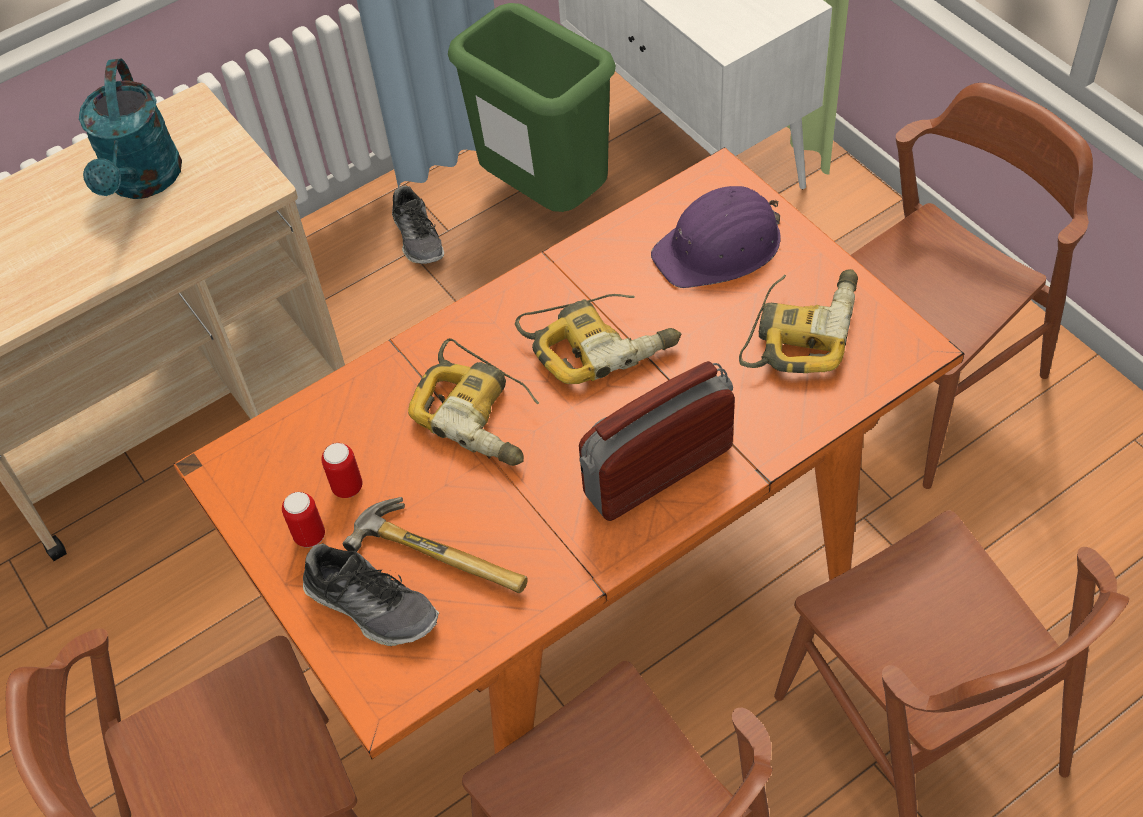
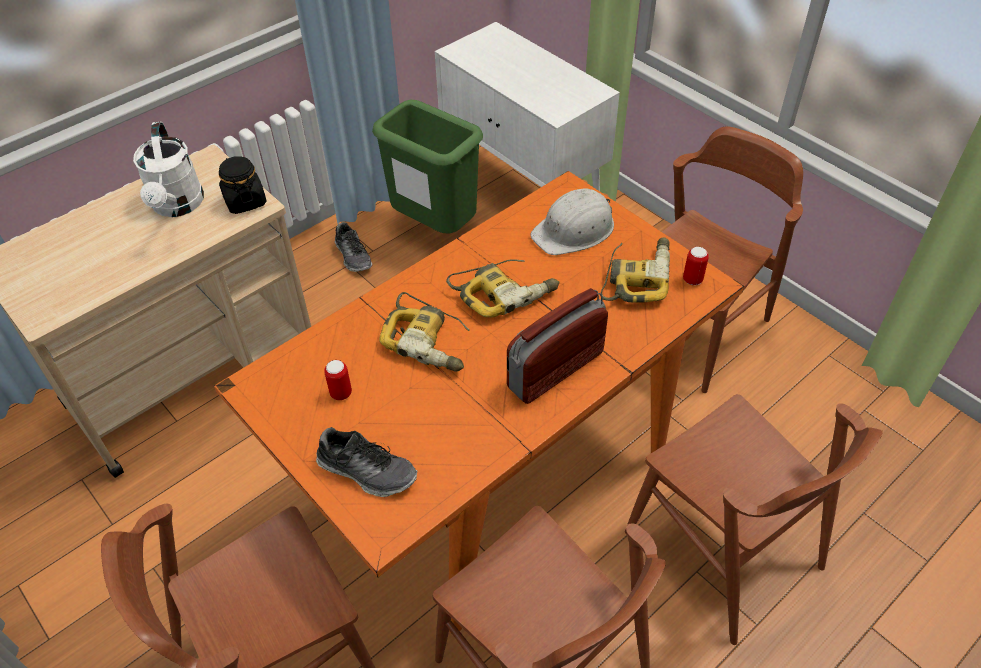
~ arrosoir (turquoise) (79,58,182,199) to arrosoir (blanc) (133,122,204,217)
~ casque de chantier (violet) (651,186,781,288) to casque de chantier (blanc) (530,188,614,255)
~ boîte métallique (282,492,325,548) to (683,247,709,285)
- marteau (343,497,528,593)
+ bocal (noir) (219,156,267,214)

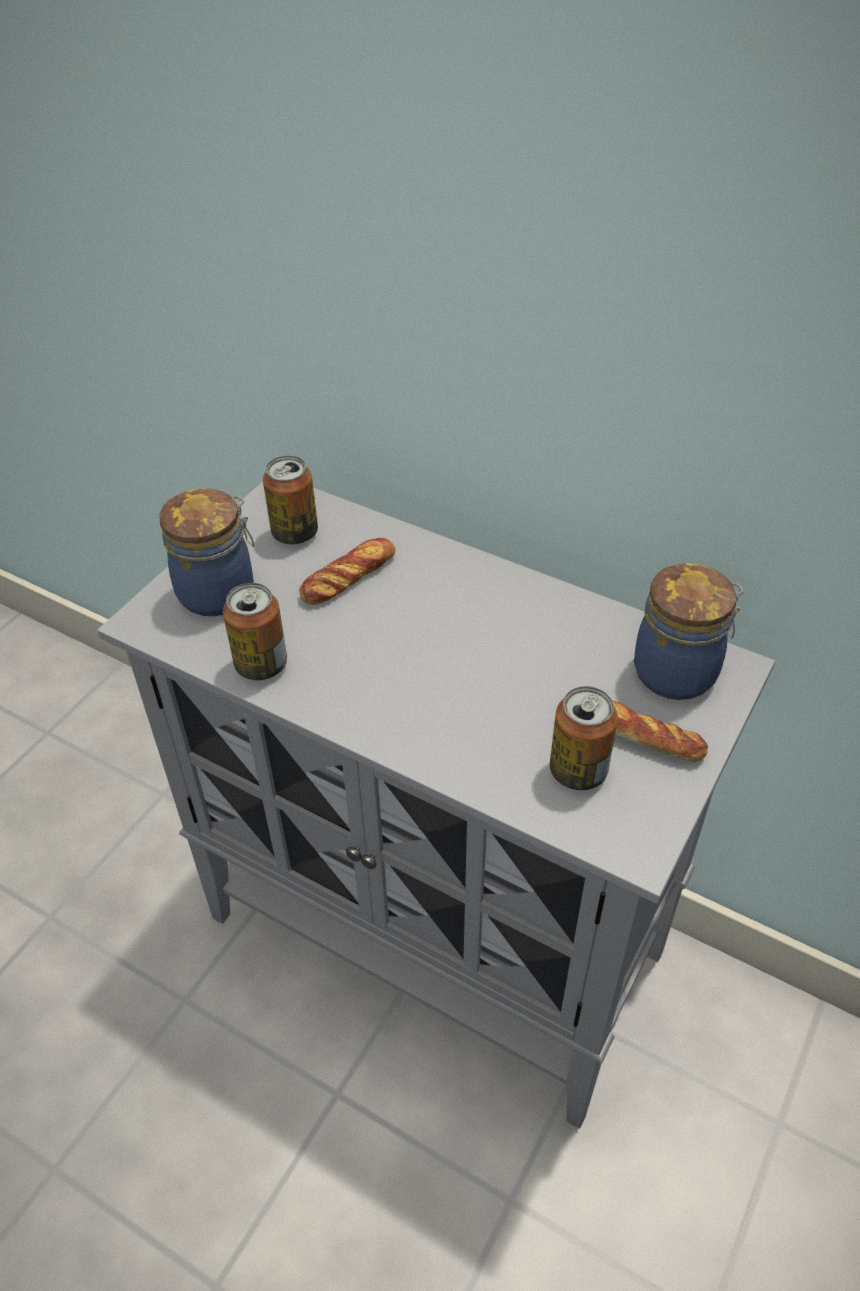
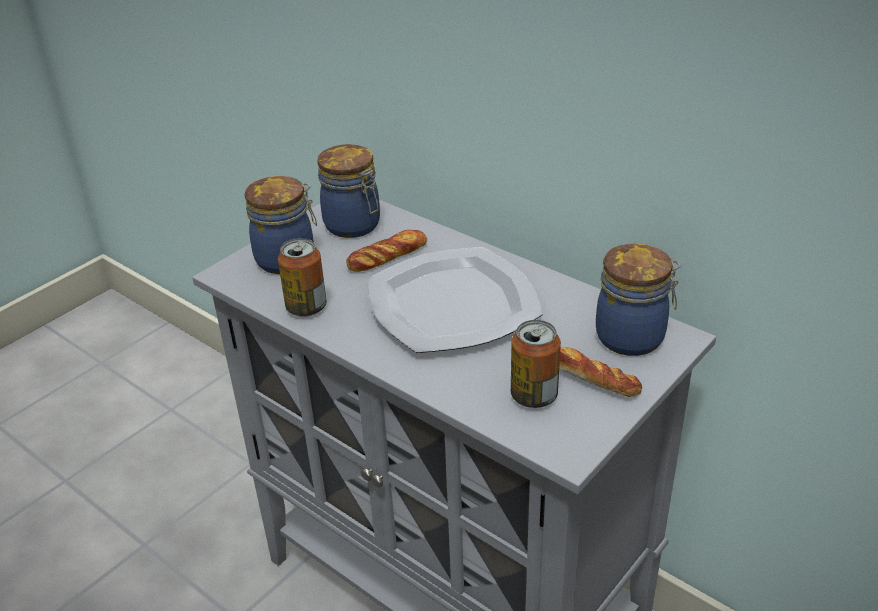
~ boîte métallique (263,455,318,545) to bocal (317,144,380,238)
+ assiette (367,247,543,353)

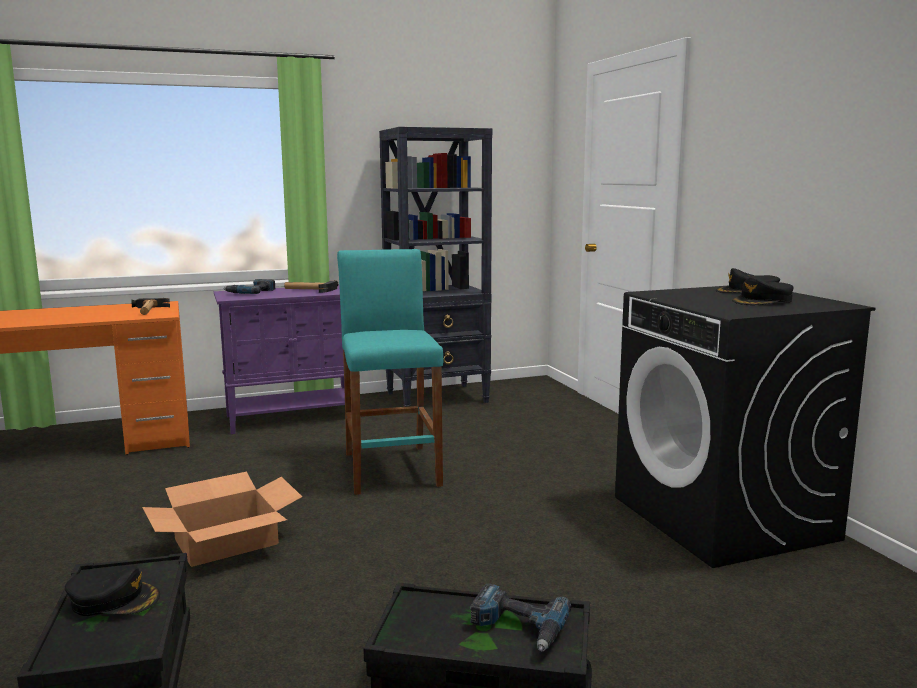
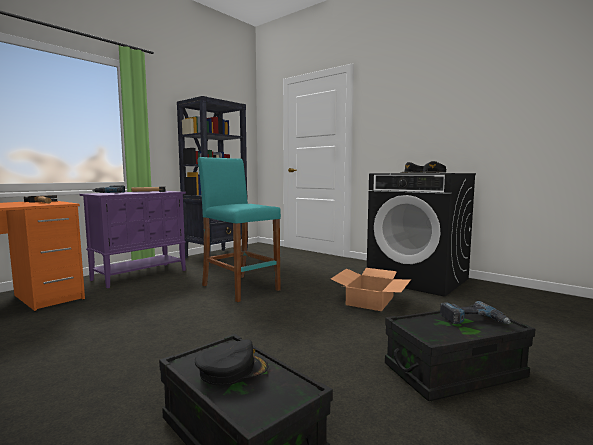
~ carton (142,472,302,567) to (331,268,411,311)

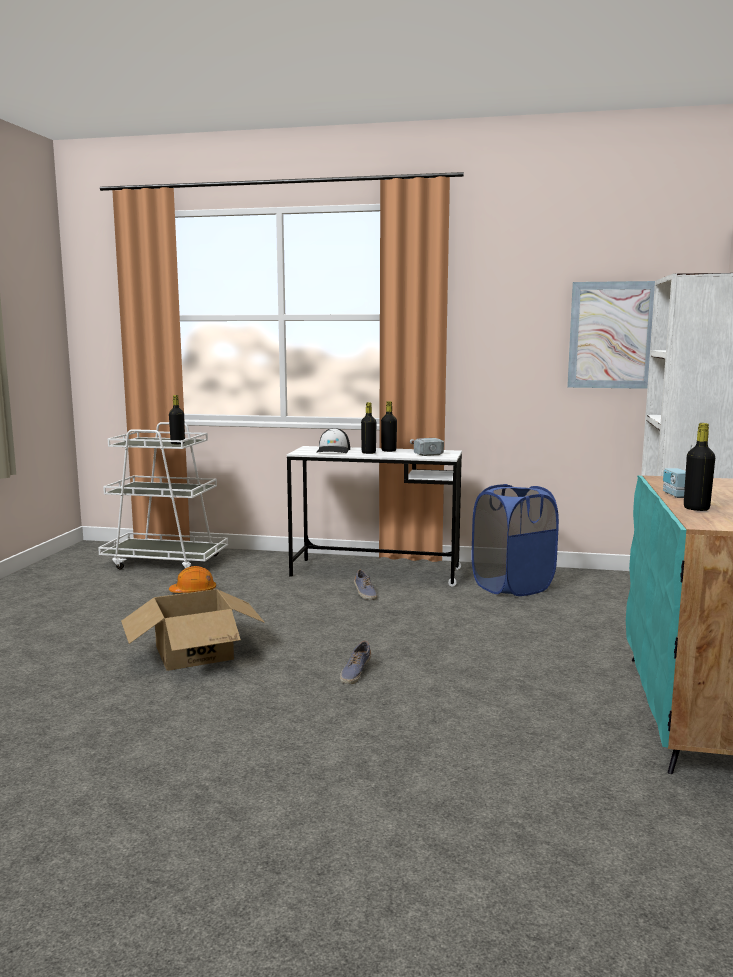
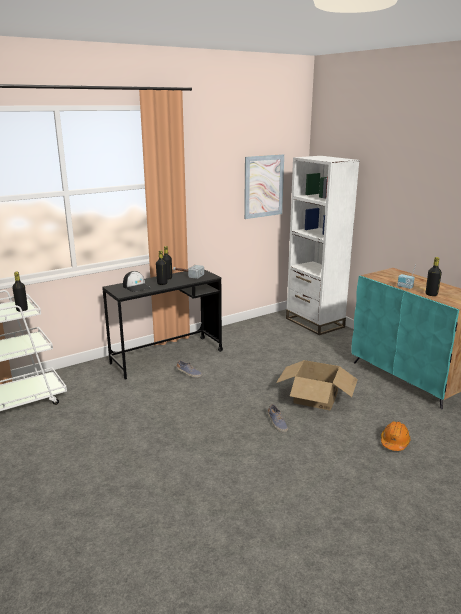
~ bureau (blanc) (287,446,462,587) to bureau (noir) (102,269,223,380)
- panier à linge (bleu) (472,484,559,596)
~ casque de chantier (orange) (169,566,216,593) to (381,421,411,451)
~ carton (121,589,265,671) to (276,360,358,410)

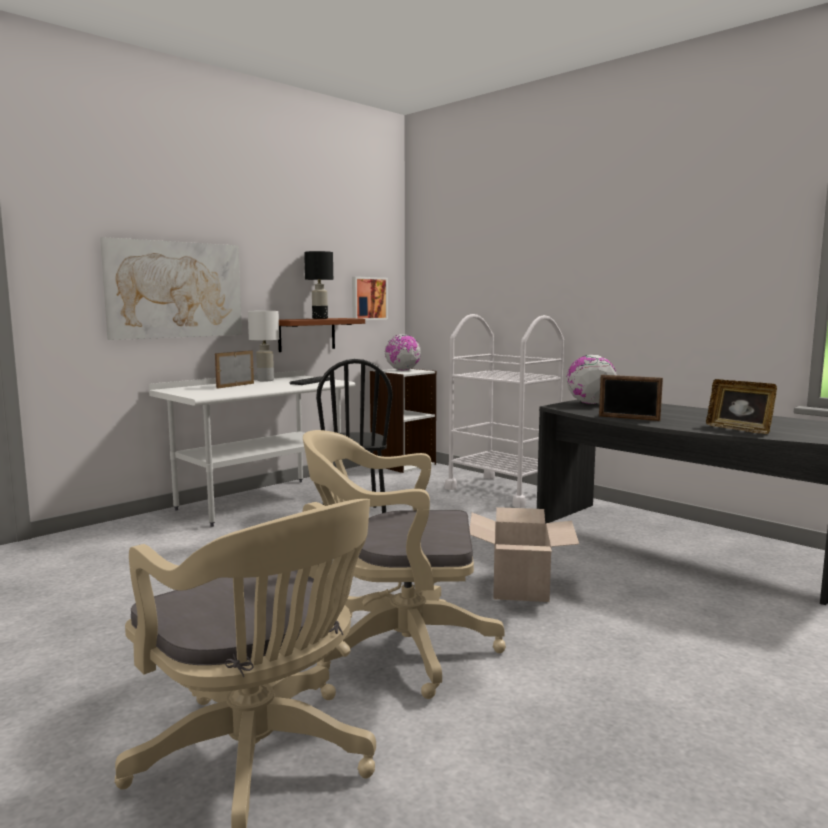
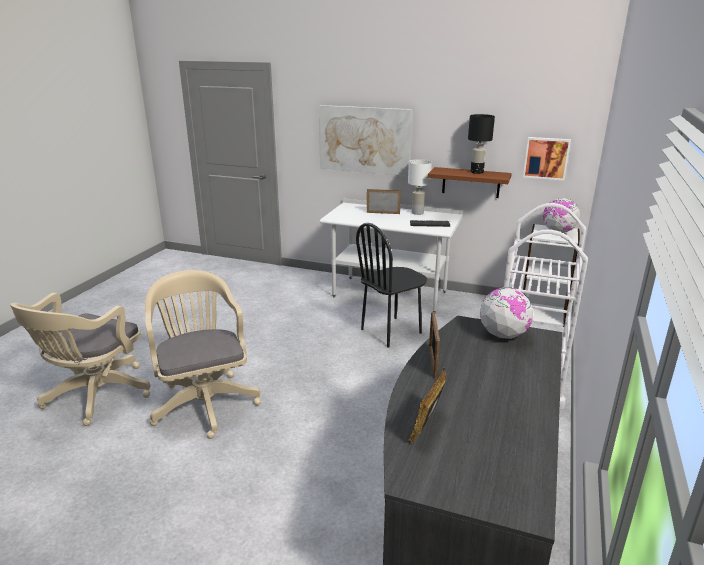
- carton (470,507,579,602)

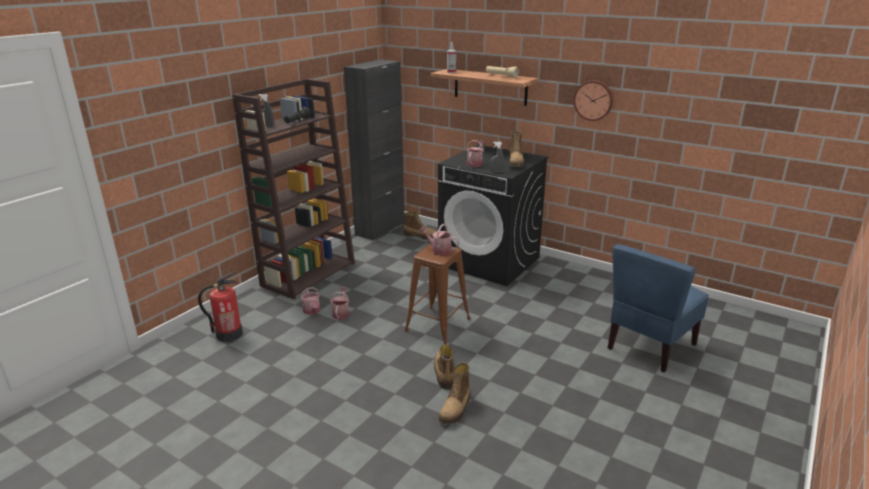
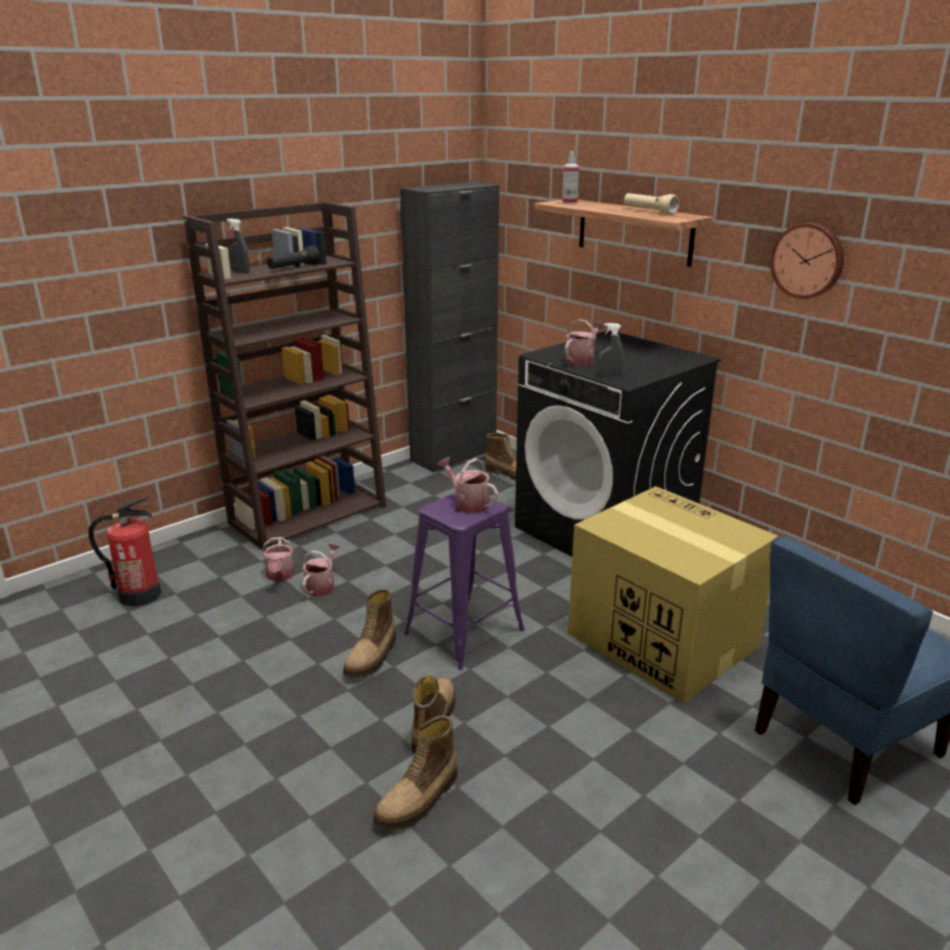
~ botte (509,131,524,167) to (343,588,397,678)
~ tabouret (marron) (404,243,470,344) to tabouret (violet) (404,492,525,670)
+ carton (568,486,778,704)

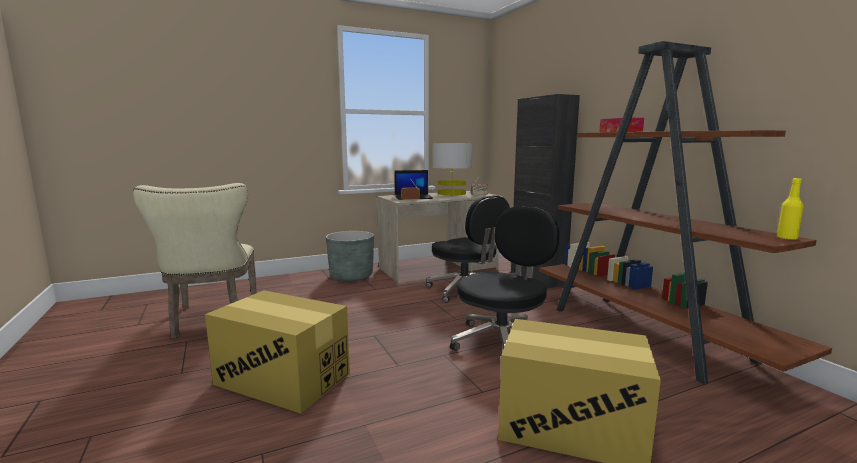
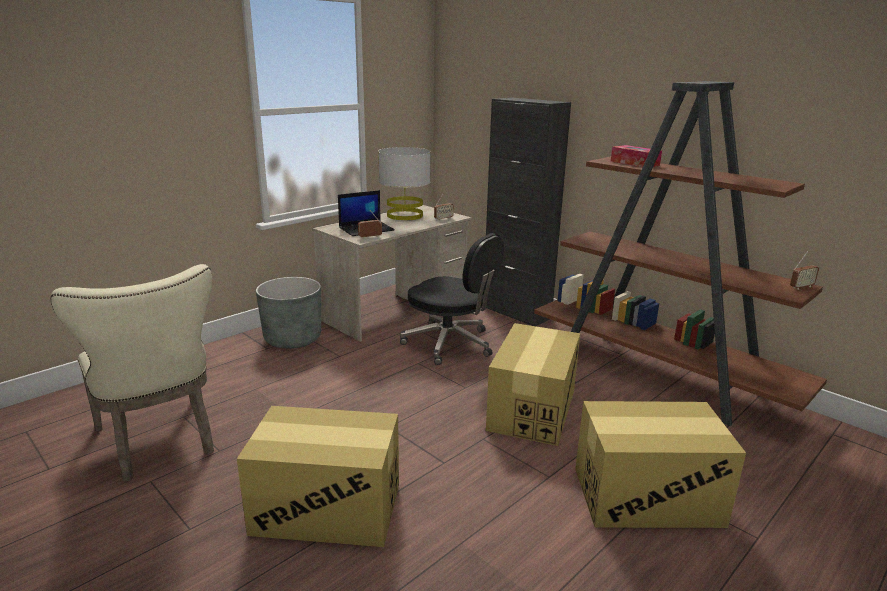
~ bouteille (jaune) (777,178,804,240) to radio (790,251,819,290)
~ chaise de bureau (noir) (450,206,559,351) to carton (486,323,580,446)

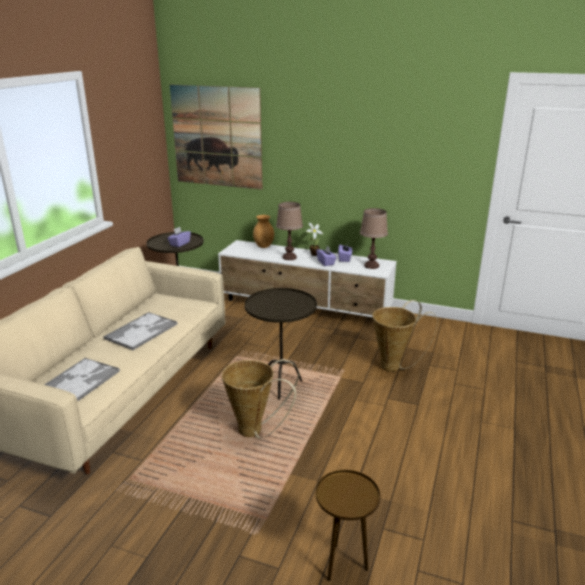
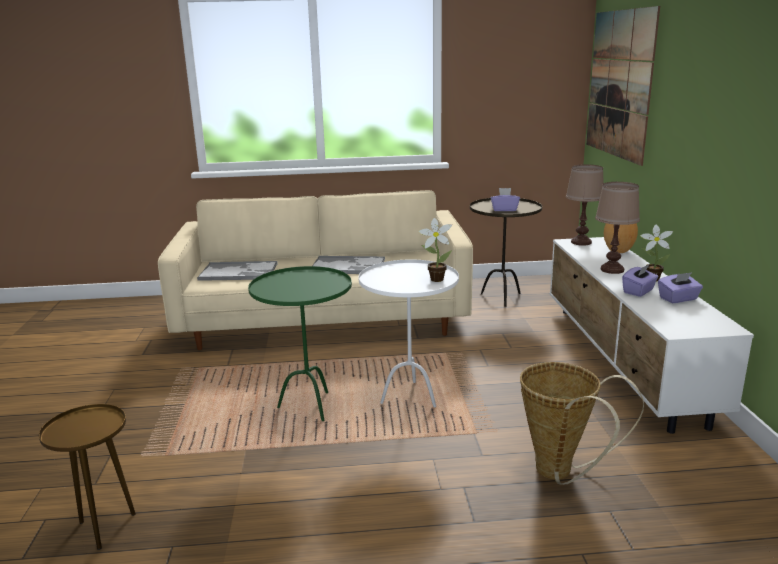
~ lampe de table (marron) (360,208,388,269) to (566,164,604,246)
~ table d'appoint (marron) (245,288,317,400) to table d'appoint (blanc) (359,260,459,408)
~ panier (222,359,299,439) to table d'appoint (vert) (248,266,352,421)
+ plante en pot (418,218,452,282)

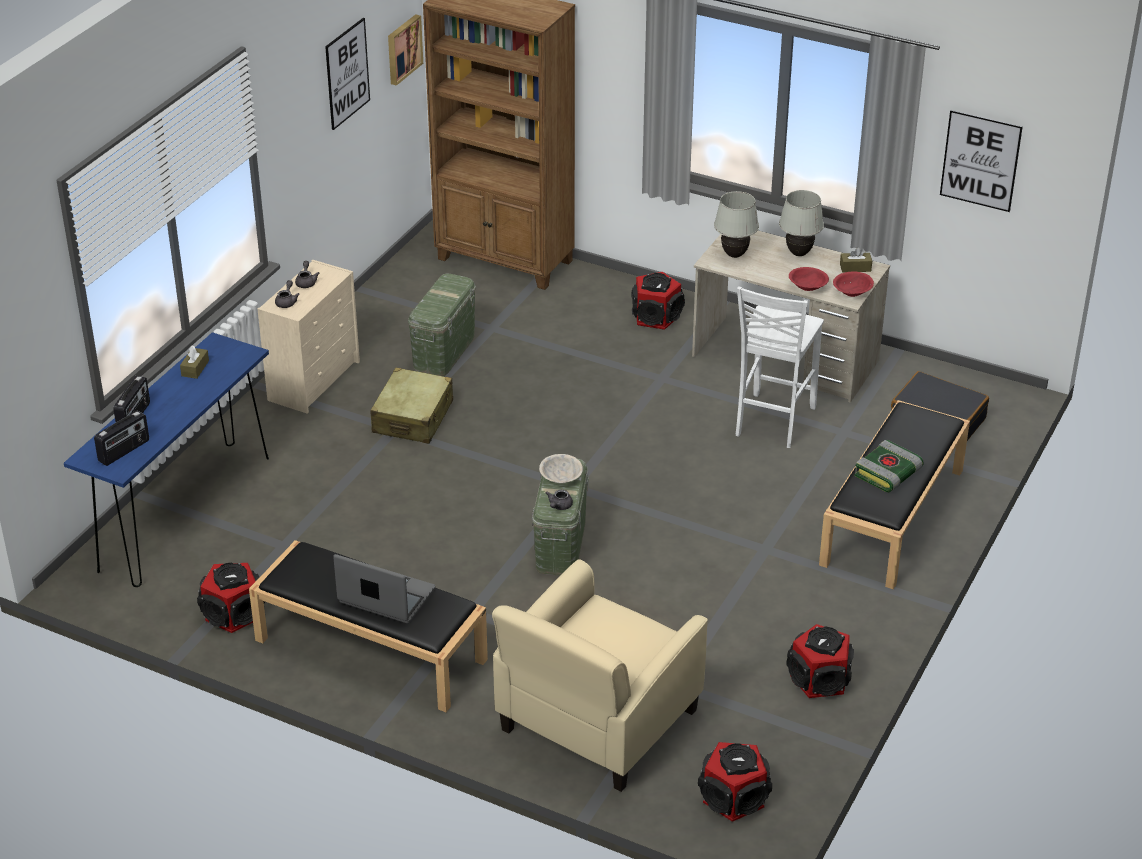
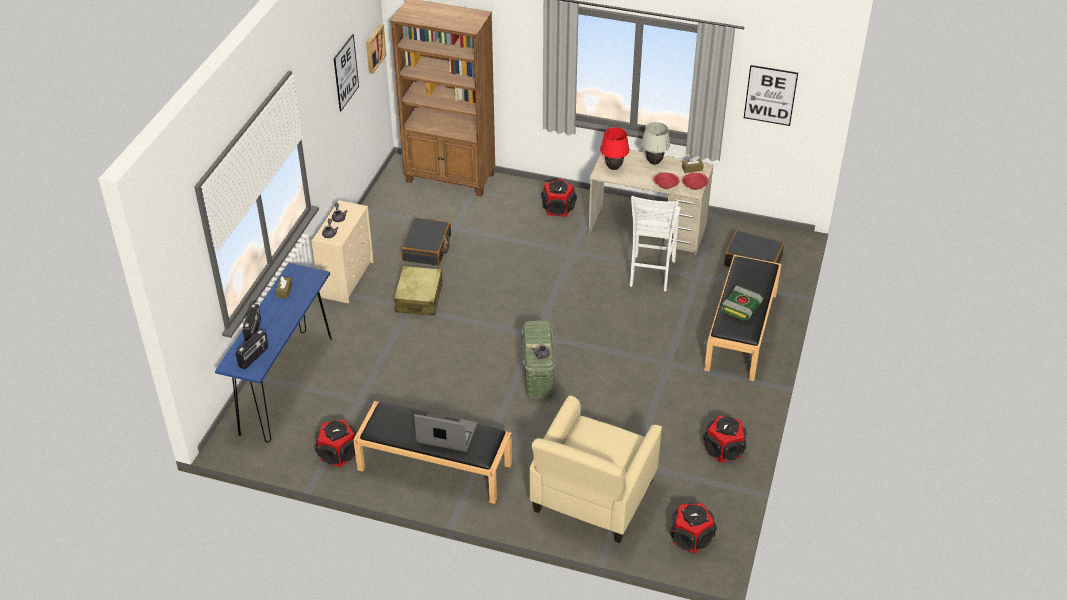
~ lampe de table (blanc) (714,191,759,258) to lampe de table (rouge) (600,127,629,170)
~ boîte de rangement (vert) (408,273,476,376) to valise (noir) (401,217,451,266)
- bol (beige) (539,454,583,484)

